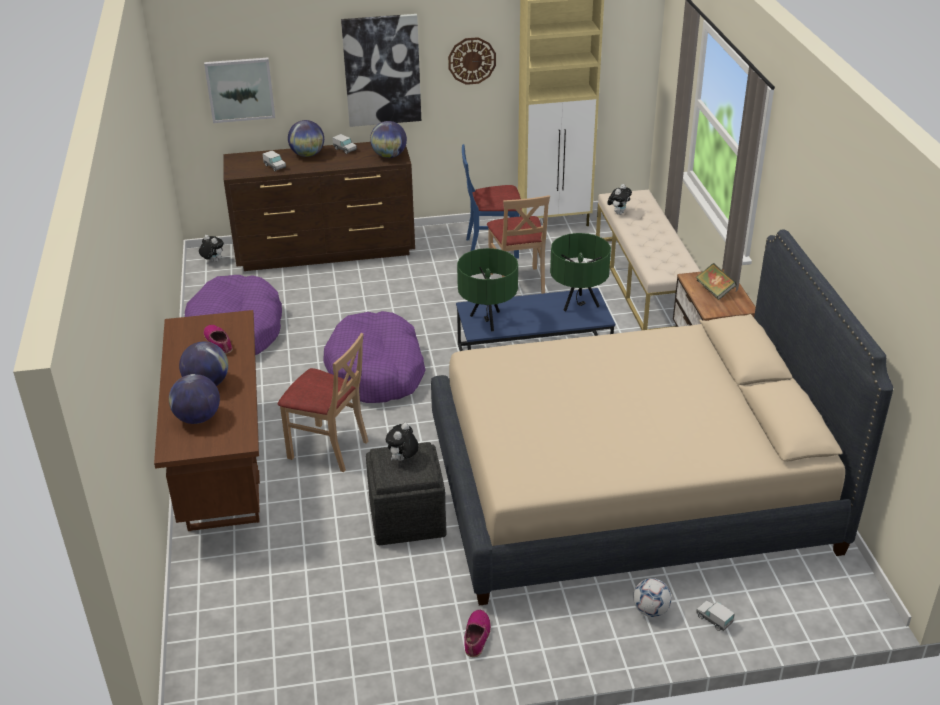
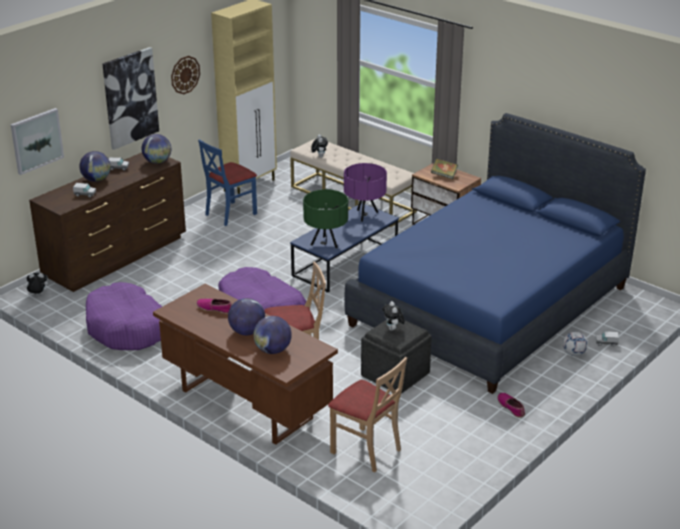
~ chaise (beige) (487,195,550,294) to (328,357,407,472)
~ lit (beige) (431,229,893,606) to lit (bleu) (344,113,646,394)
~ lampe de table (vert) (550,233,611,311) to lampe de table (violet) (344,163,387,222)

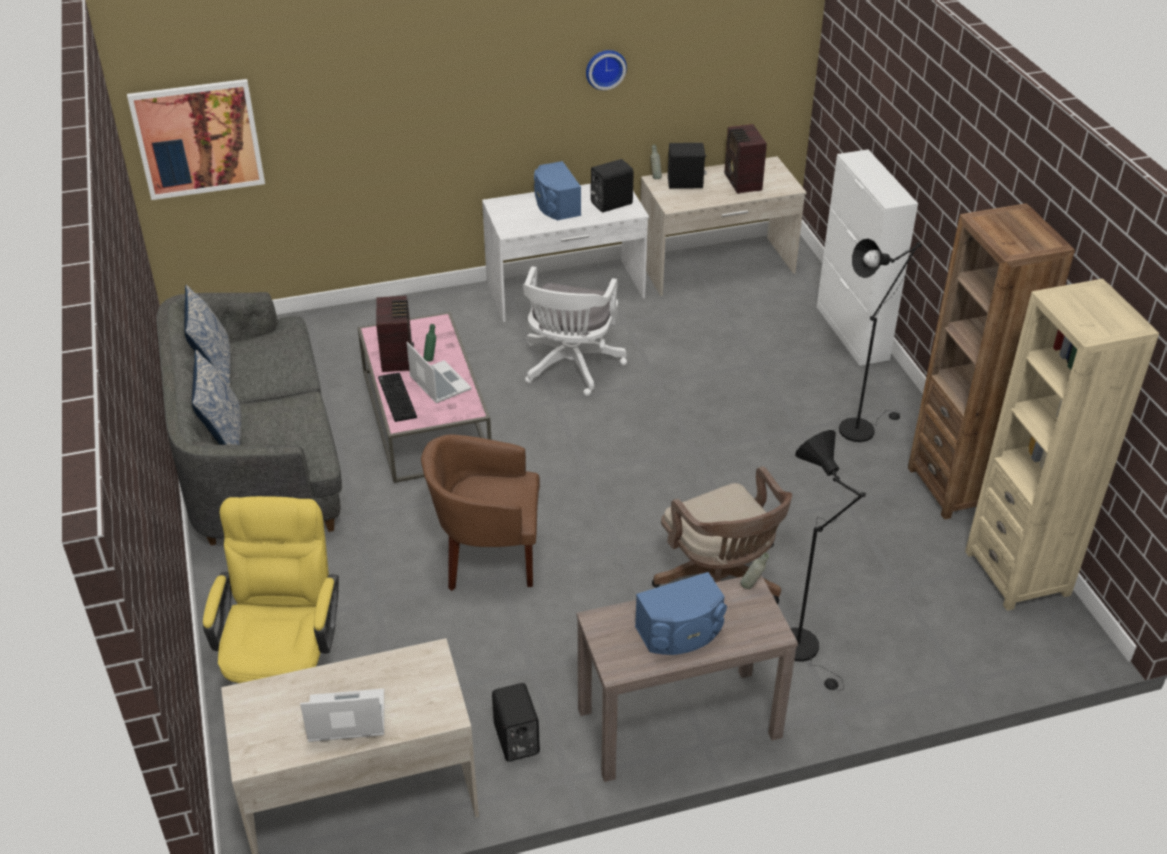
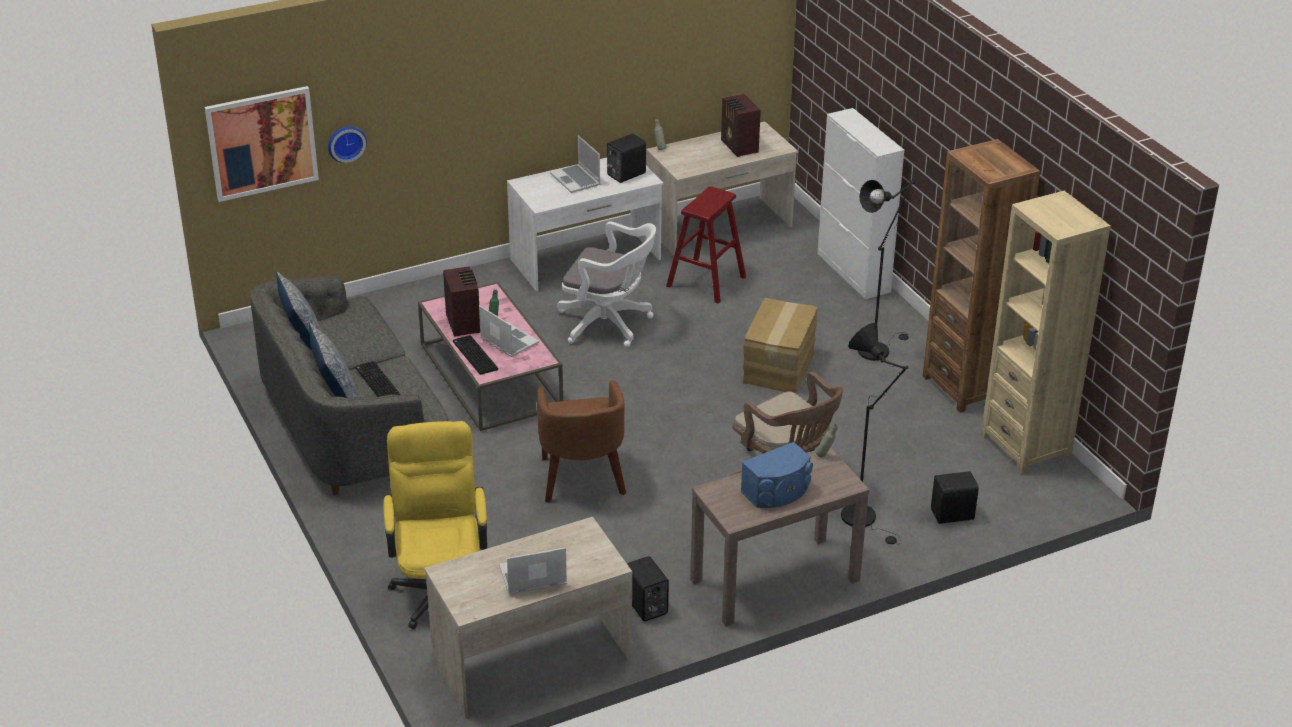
~ horloge murale (586,50,627,90) to (328,126,367,163)
~ enceinte (noir) (668,143,707,189) to (931,471,979,524)
~ enceinte (bleu) (534,161,581,220) to ordinateur portable (550,136,600,193)
~ chaise de bureau (blanc) (523,266,627,396) = (557,221,656,347) 75 degrees counterclockwise
~ fauteuil (marron) (421,434,540,591) = (537,380,626,503) 90 degrees counterclockwise
+ tabouret (rouge) (666,186,746,304)
+ carton (743,298,817,393)
+ clavier (355,361,401,397)

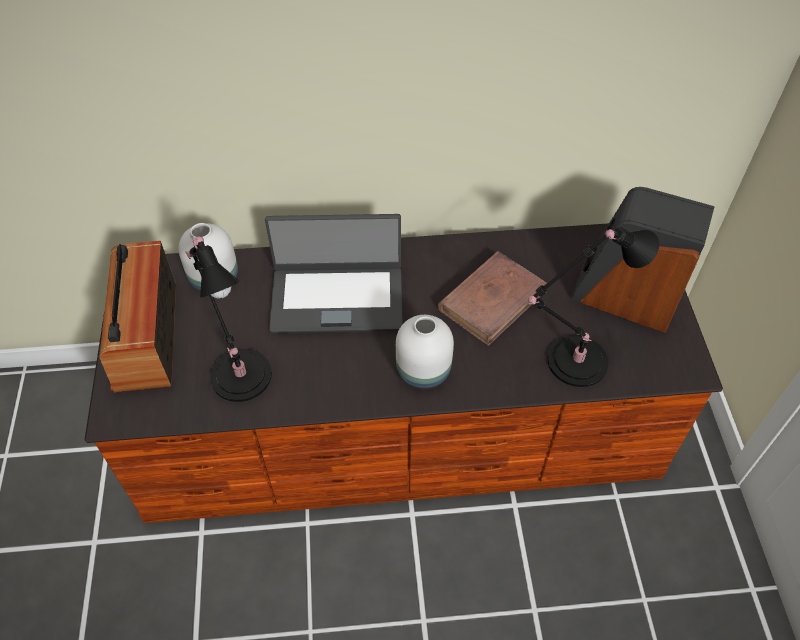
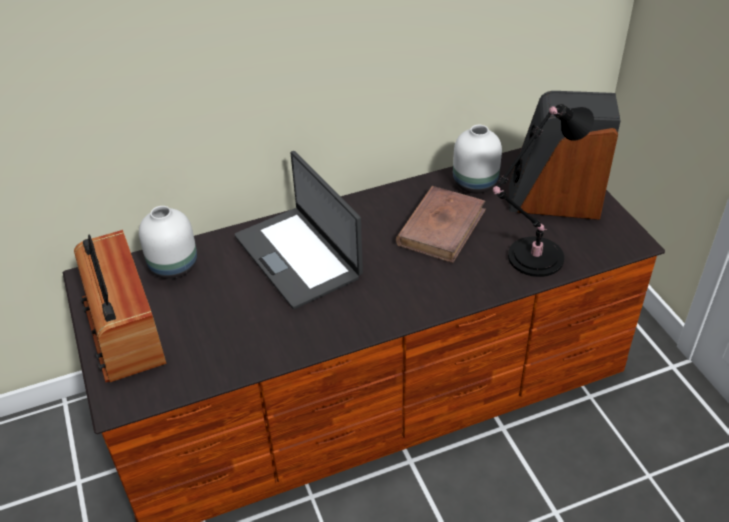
~ ordinateur portable (265,214,403,333) = (234,151,363,309) 75 degrees clockwise
- lampe de table (noir) (185,236,272,402)
~ vase (blanc) (396,315,454,389) to (453,125,502,193)

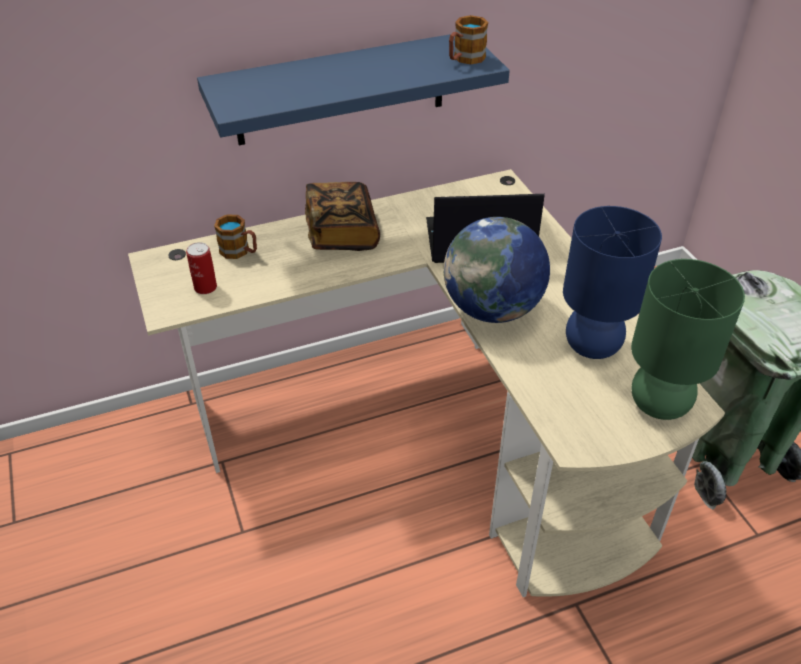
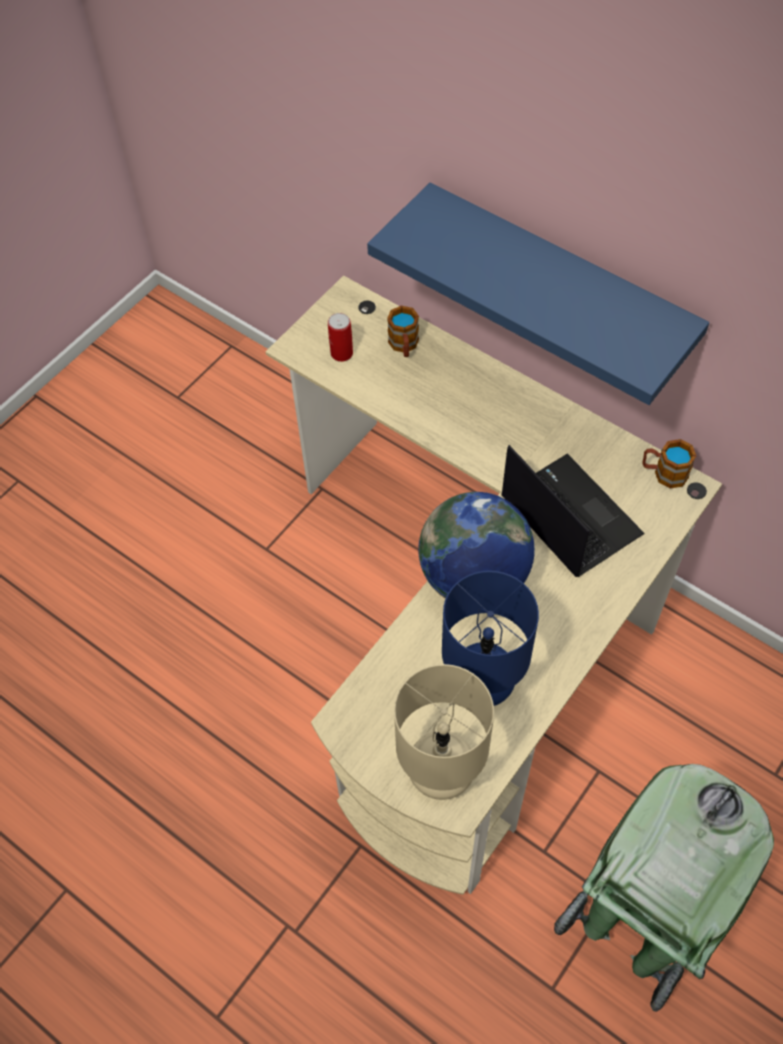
~ mug (449,15,488,64) to (643,439,696,488)
- livre (305,182,380,251)
~ lampe de table (vert) (631,259,745,420) to lampe de table (beige) (394,664,494,800)

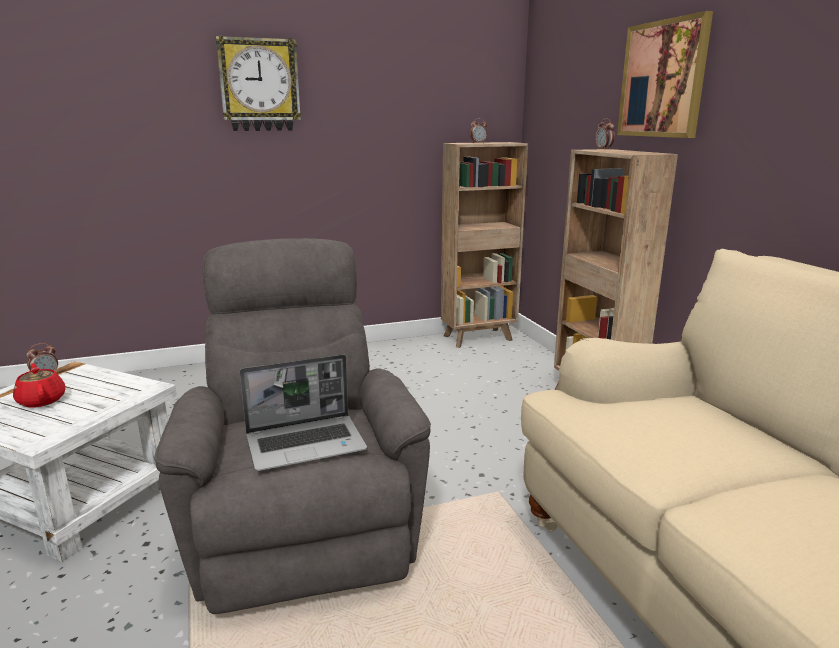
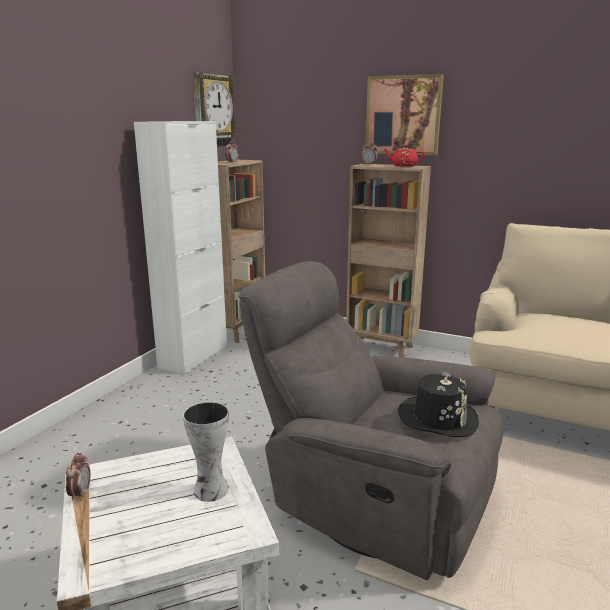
~ horloge murale (216,36,301,131) to (193,72,237,146)
~ ordinateur portable (240,354,367,471) to chapeau (noir) (398,372,479,437)
~ théière (rouge) (13,363,66,408) to (383,145,425,167)
+ meuble de rangement (blanc) (134,121,227,375)
+ vase (183,401,229,502)

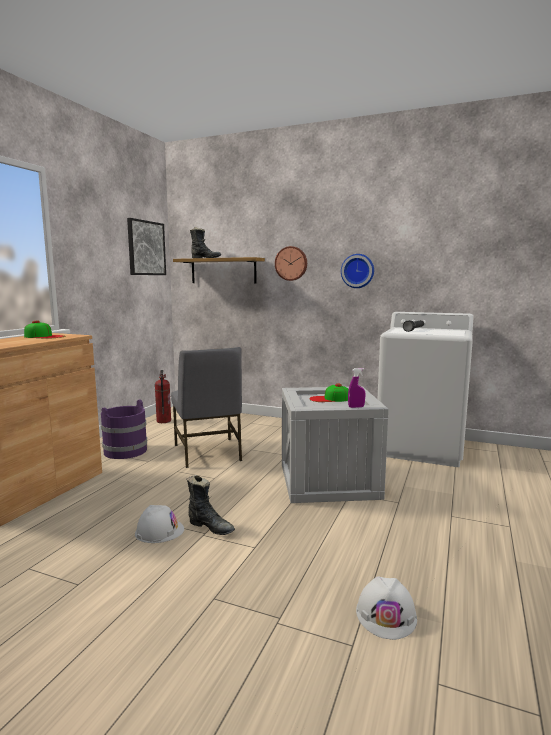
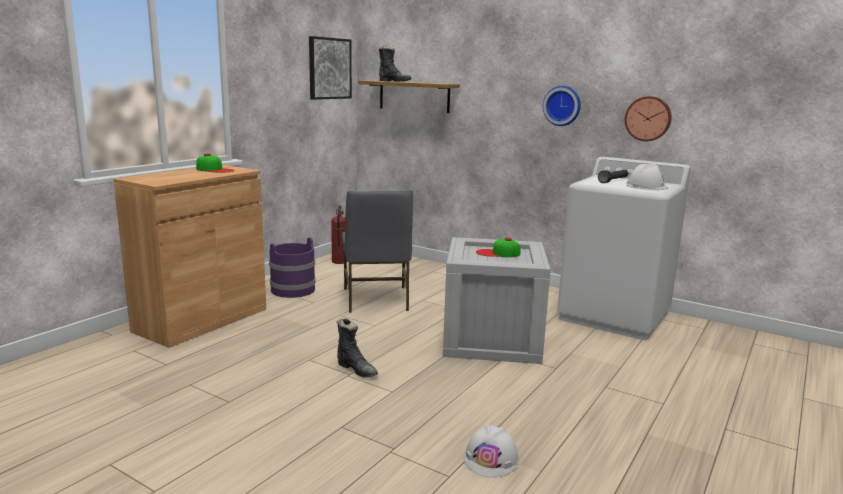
~ horloge murale (275,246,307,281) to (625,96,672,142)
- vaporisateur (violet) (348,368,365,408)
~ casque de chantier (blanc) (135,505,184,543) to (626,164,668,190)

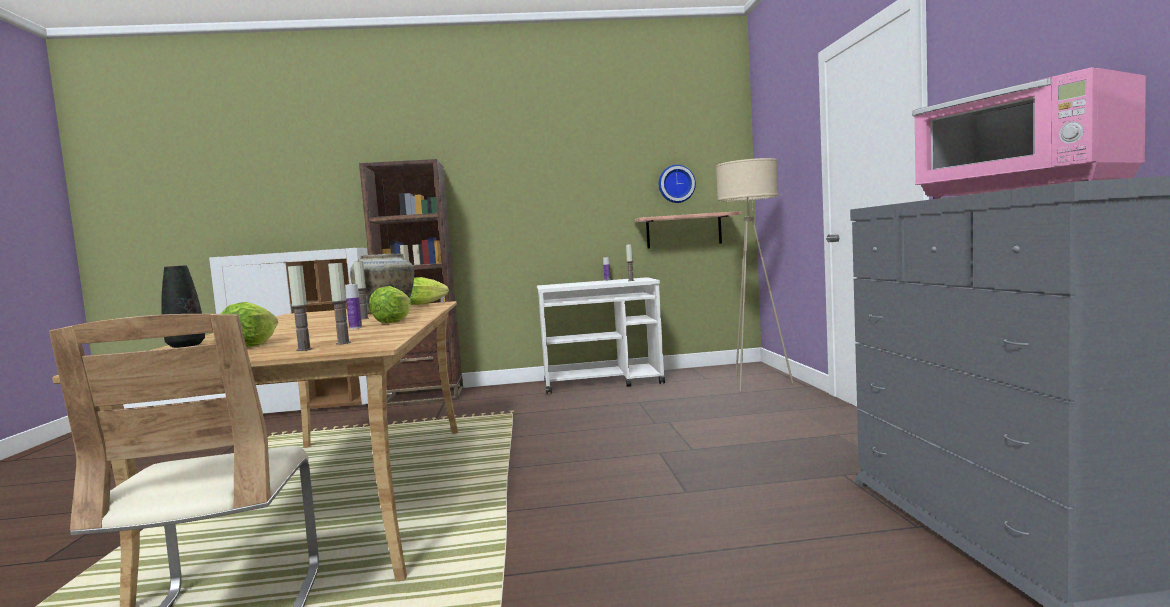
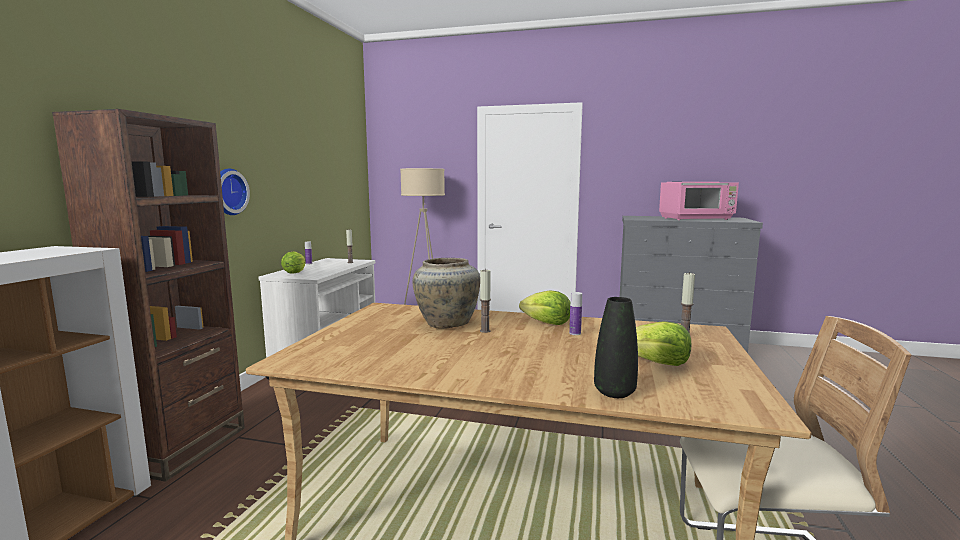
~ horloge murale (659,165,696,203) to (220,168,250,215)
- étagère (635,211,742,249)
- bougie (288,263,312,351)
~ laitue (410,277,449,305) to (281,251,305,274)

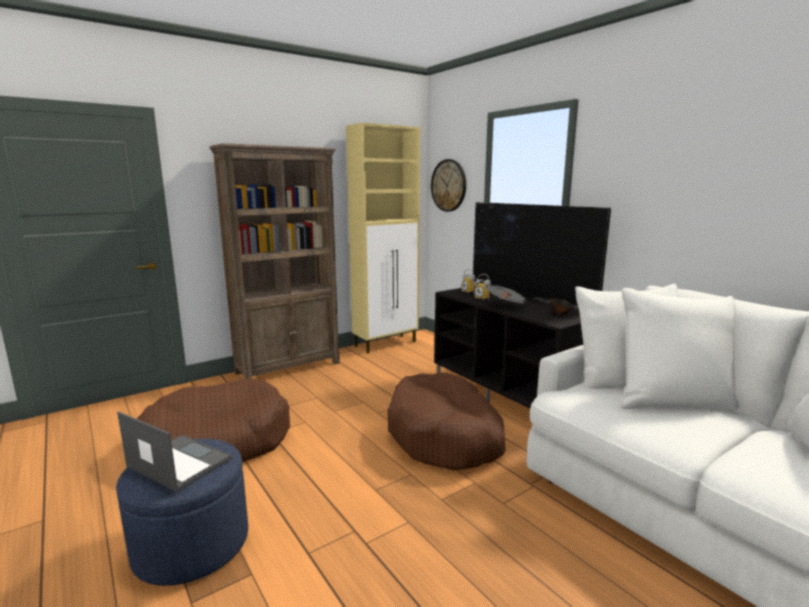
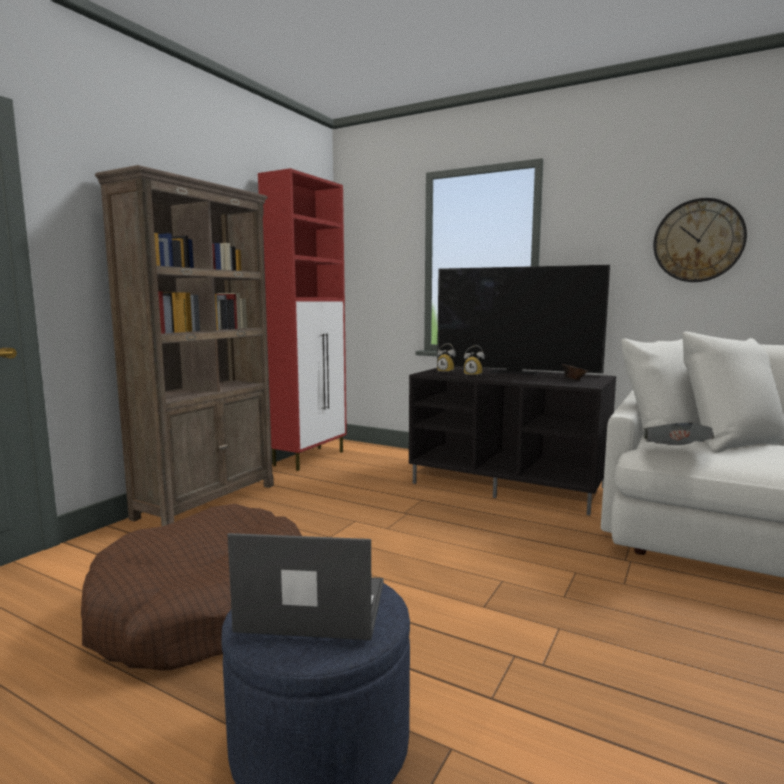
~ meuble de rangement (beige) (346,123,420,354) to meuble de rangement (rouge) (258,168,347,471)
~ horloge murale (431,159,466,212) to (653,198,747,282)
~ journal (483,285,525,303) to (643,423,714,445)
- panier pour chien (marron) (387,372,506,470)

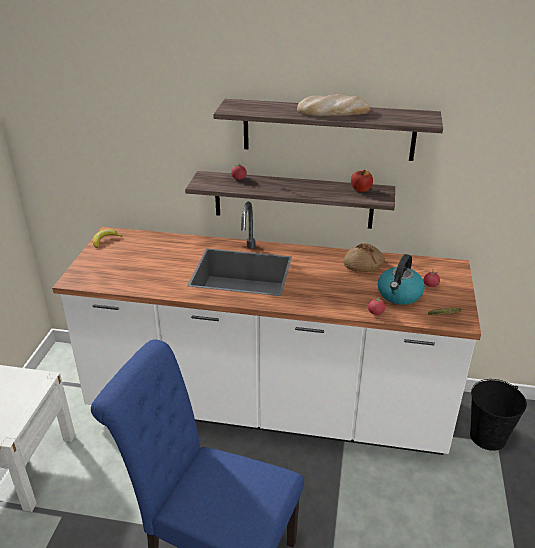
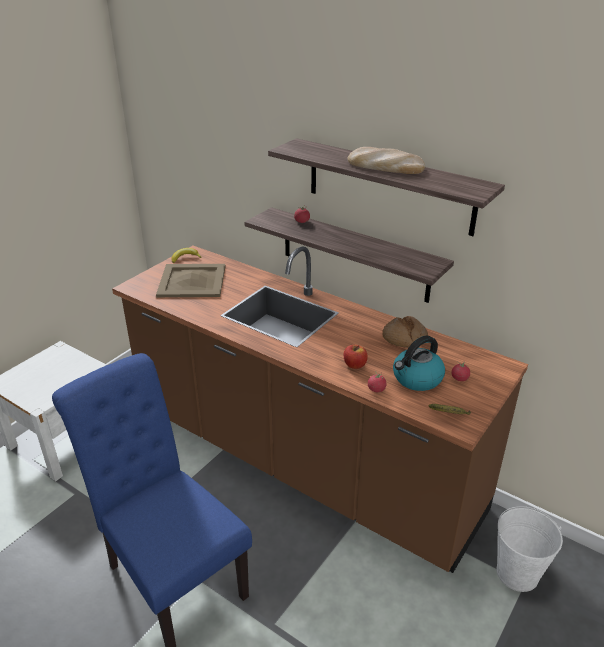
~ pomme (351,169,373,192) to (344,345,368,369)
~ comptoir de cuisine (blanc) (52,202,481,455) to comptoir de cuisine (marron) (112,245,528,573)
~ seau (noir) (470,379,527,451) to seau (blanc) (496,506,563,592)
+ plateau (beige) (156,264,226,297)

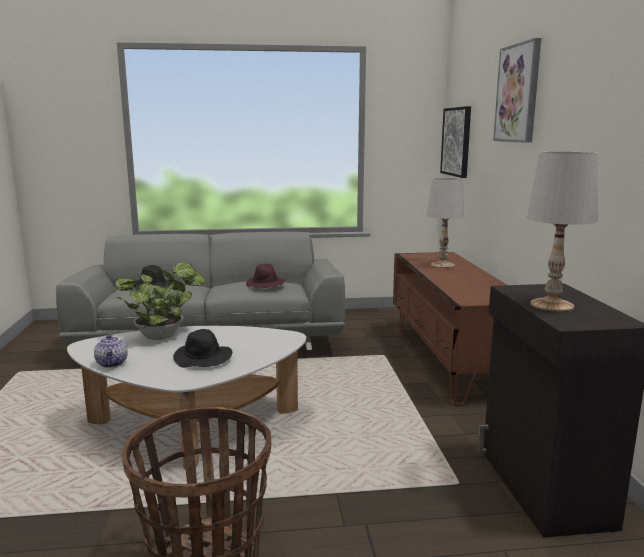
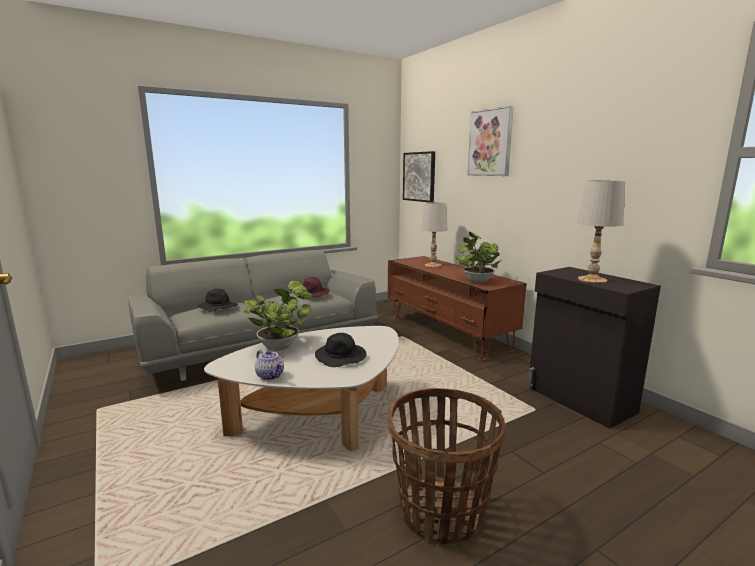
+ plante en pot (455,232,502,283)

